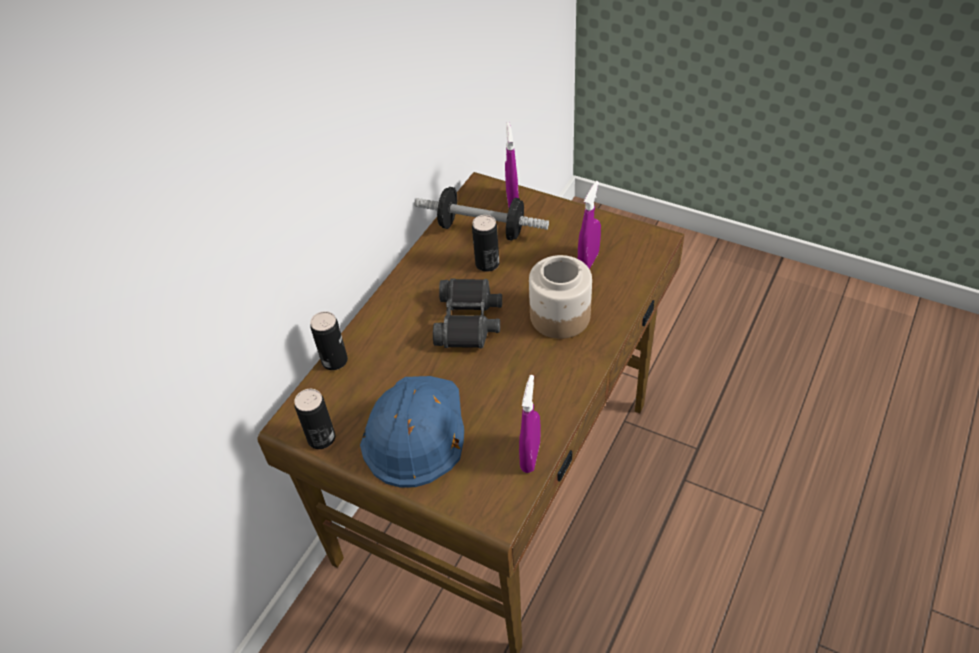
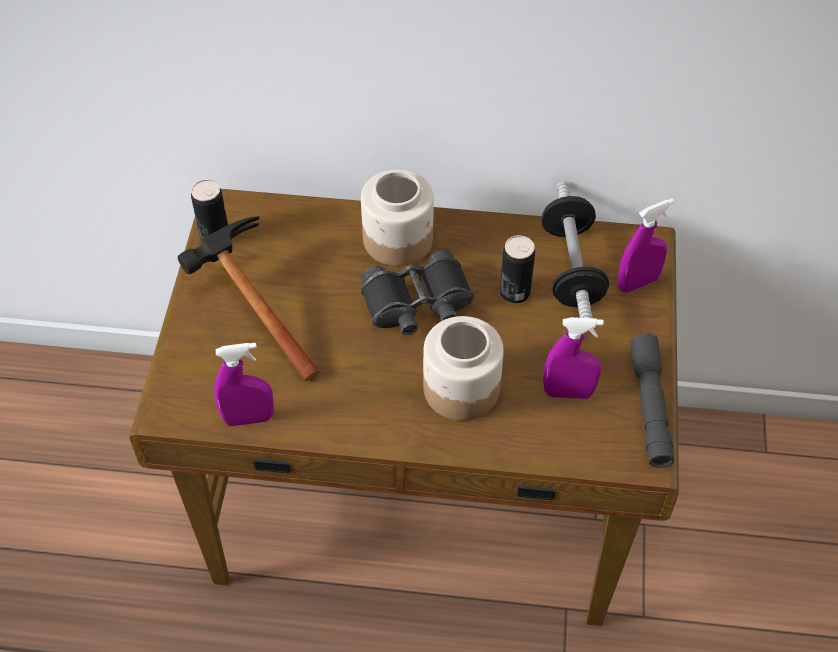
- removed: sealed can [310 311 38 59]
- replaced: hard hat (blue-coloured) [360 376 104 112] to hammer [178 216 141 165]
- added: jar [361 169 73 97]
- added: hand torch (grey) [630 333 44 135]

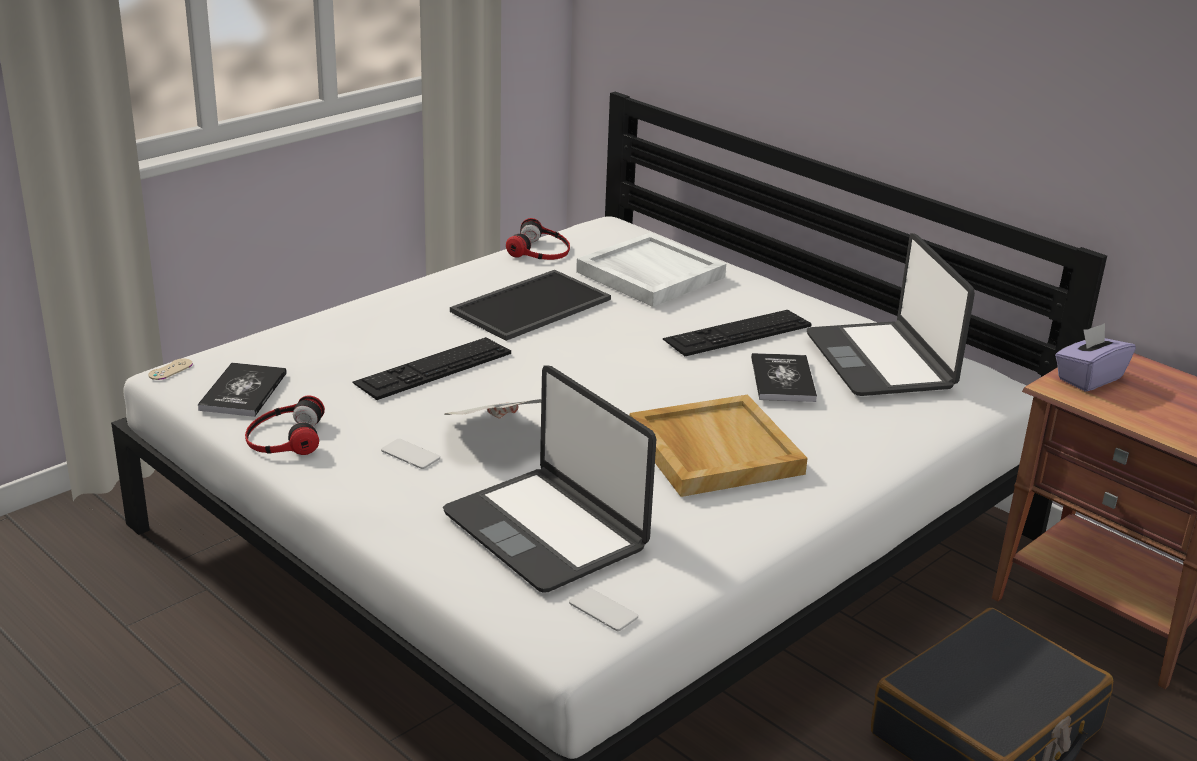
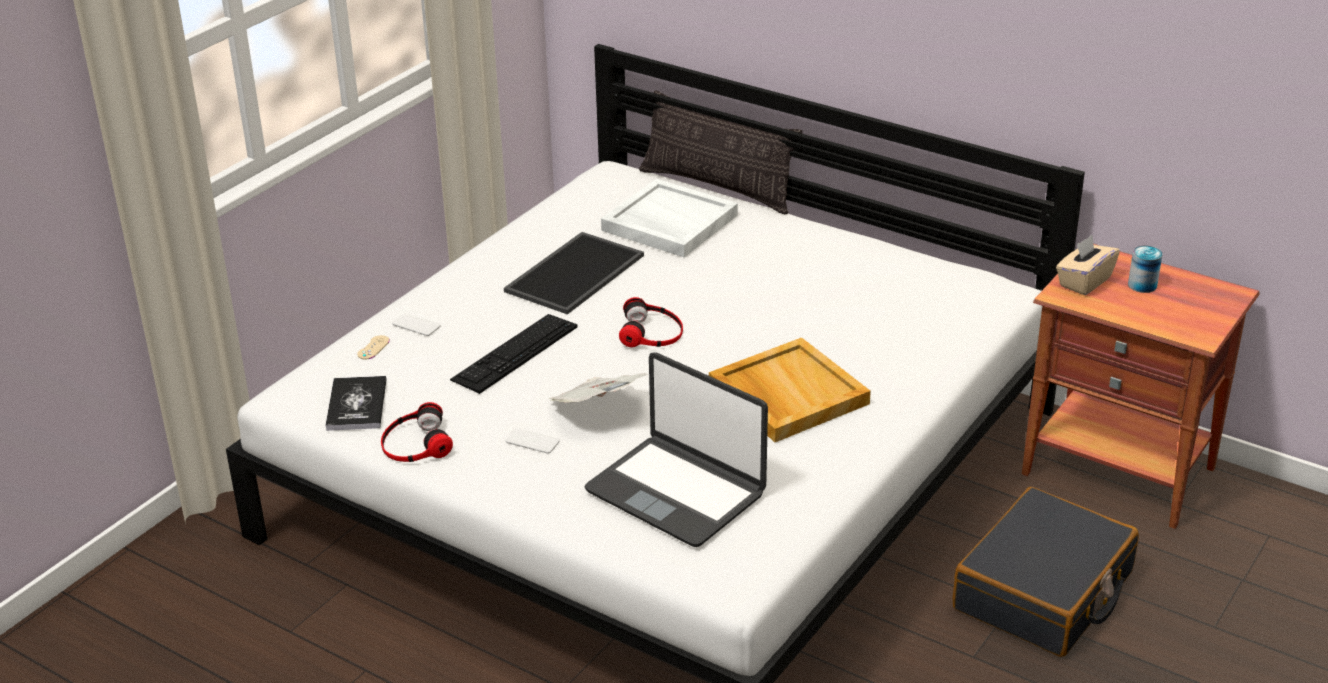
- moved: pair of headphones [506 218 64 42] to [619 297 64 50]
- removed: laptop [807 233 168 163]
- removed: PC keyboard [663 310 149 46]
- recoloured: box of tissues (purplish) [1055 323 81 69] to box of tissues (sand-coloured) [1056 235 64 60]
- removed: volume [751 353 66 49]
- moved: gamepad (sand-coloured) [148 358 45 22] to [357 335 33 25]
- moved: handset [569 588 69 43] to [392 313 49 23]
- added: throw pillow [639 90 163 124]
- added: sealed can [1128 246 34 47]

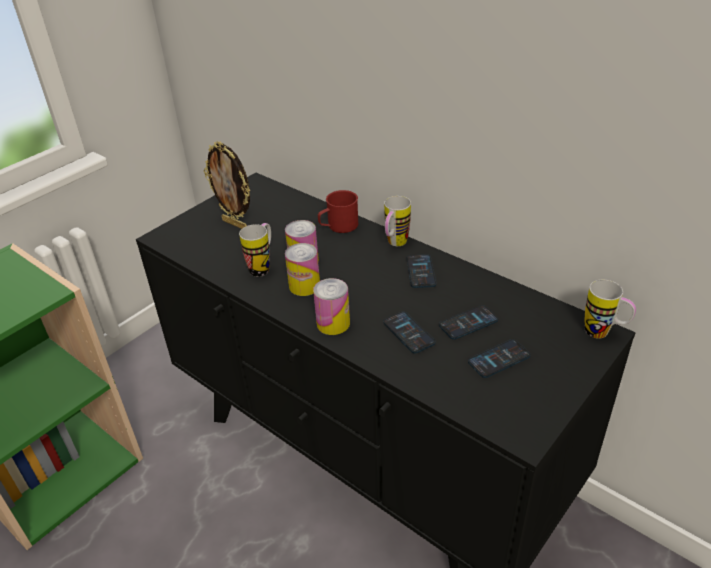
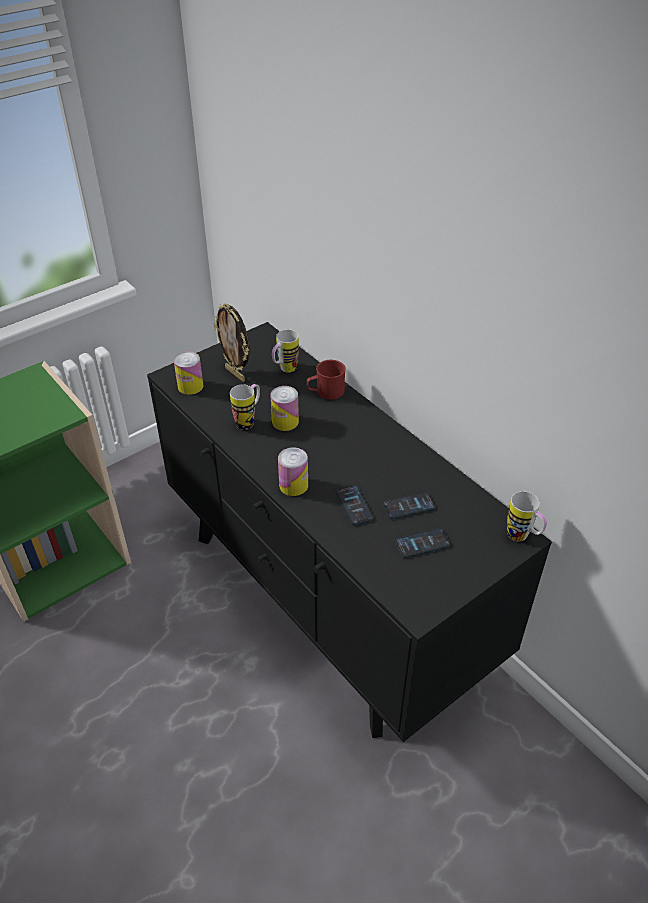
- moved: mug [384 196 27 50] to [272 330 27 42]
- moved: sealed can [285 243 35 53] to [173 351 30 44]
- removed: handset [407 254 29 34]

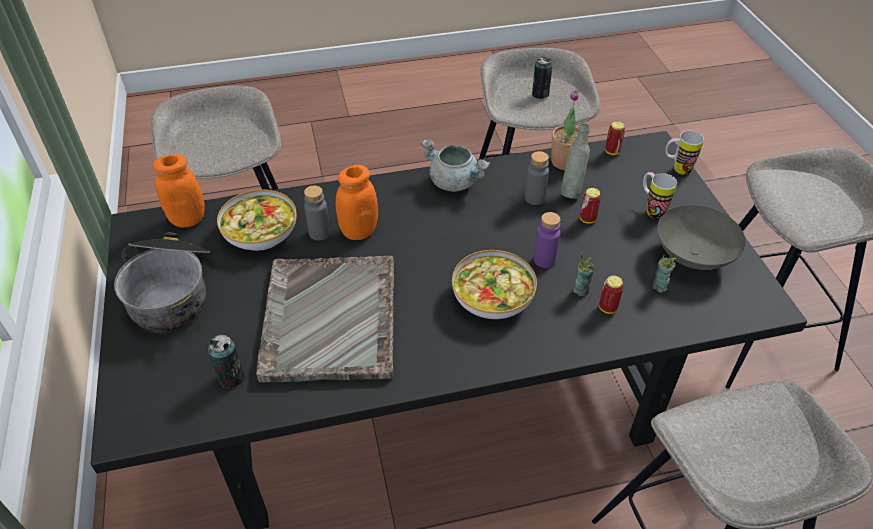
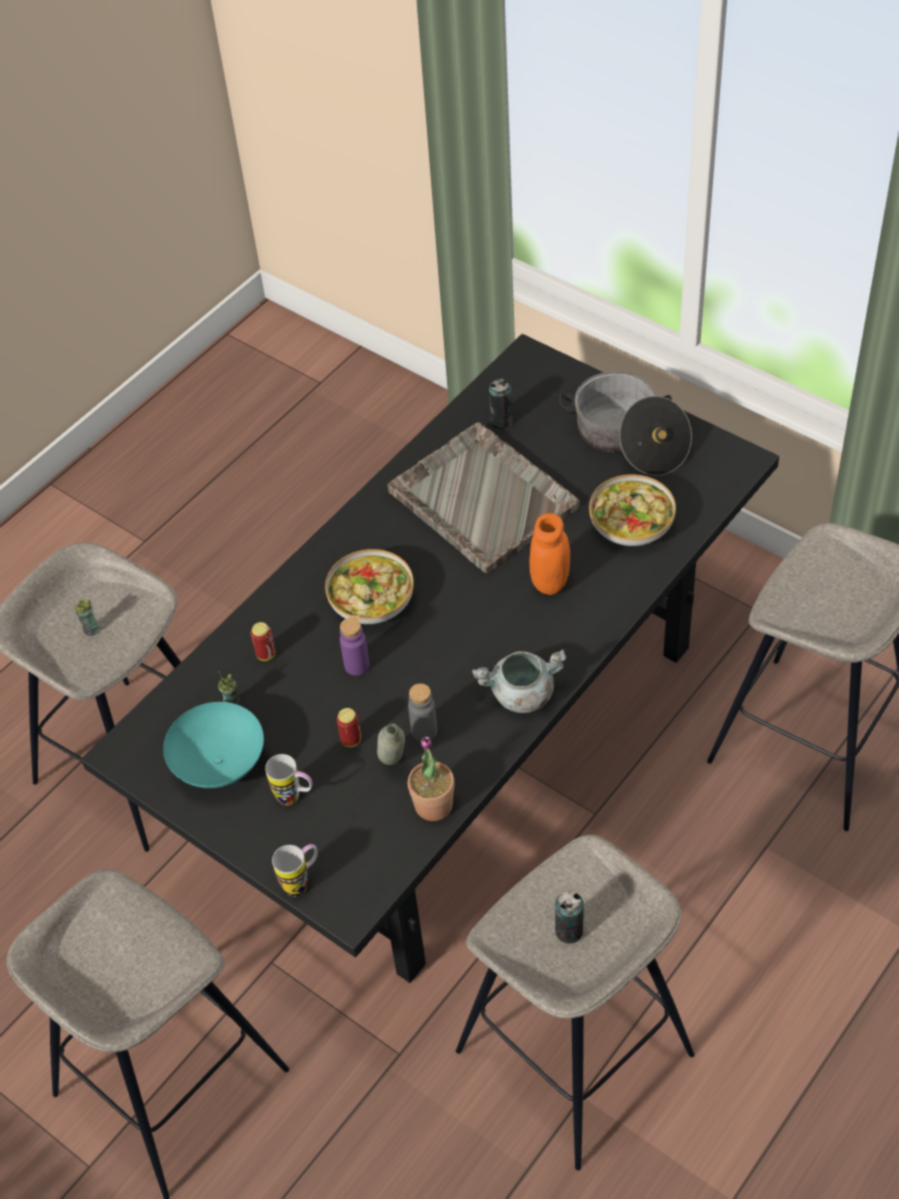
- removed: sealed can [605 121 20 34]
- removed: jar (orange) [153 154 52 74]
- removed: drink bottle (grey) [304 185 26 56]
- recoloured: deep dish (grey) [657 205 89 65] to deep dish (turquoise) [163 702 101 86]
- moved: cup [573 253 21 43] to [74 597 25 39]

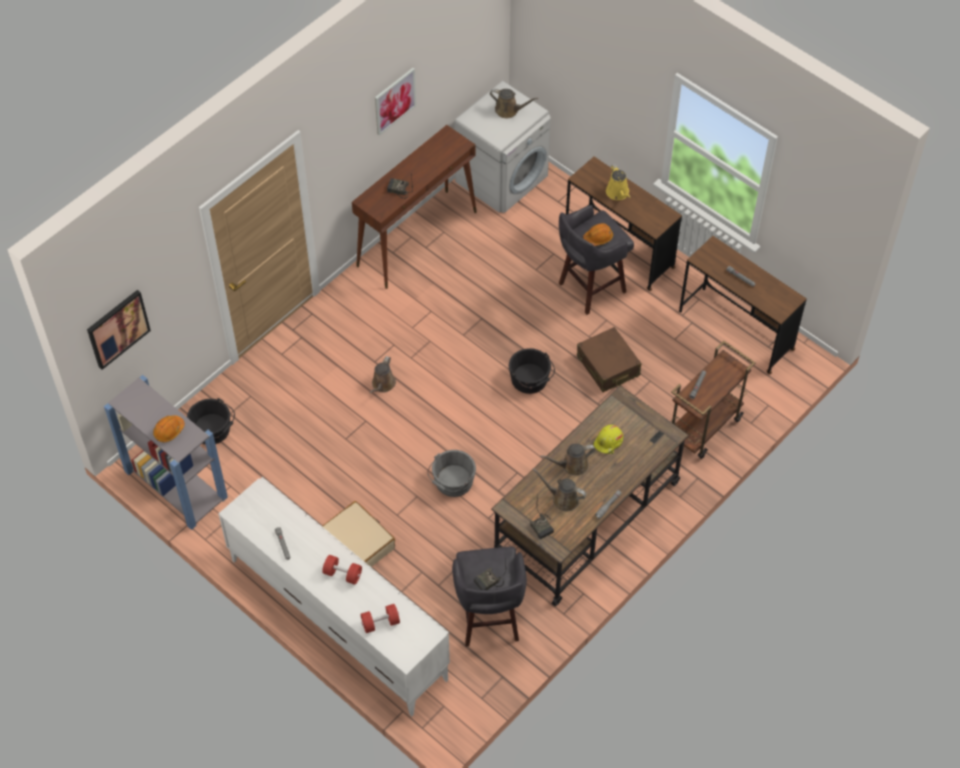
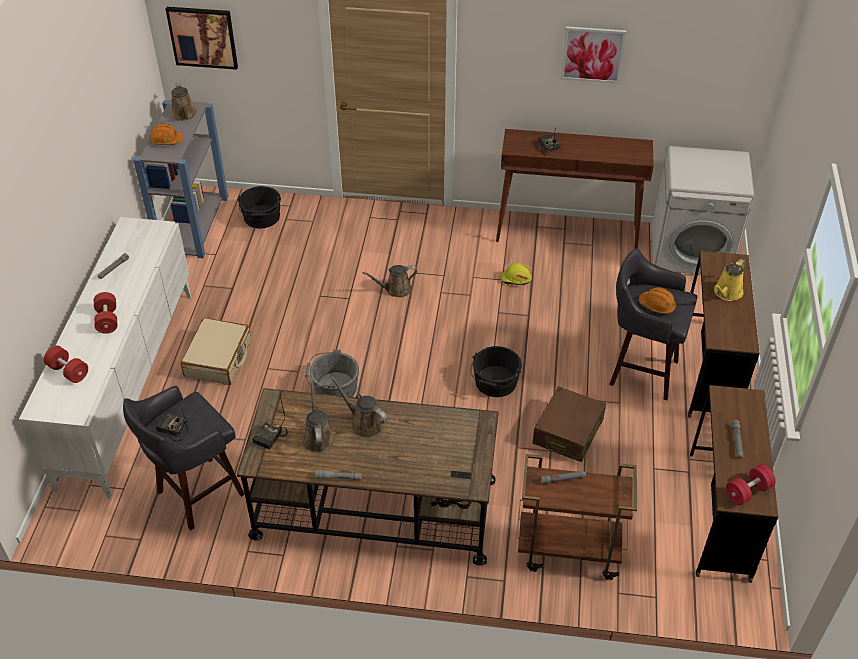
- moved: watering pot (brown-coloured) [490 89 48 29] to [171 83 26 38]
- moved: hard hat (yellow-coloured) [593 425 31 29] to [500 263 32 23]
- added: hand weight (red) [726 464 50 41]

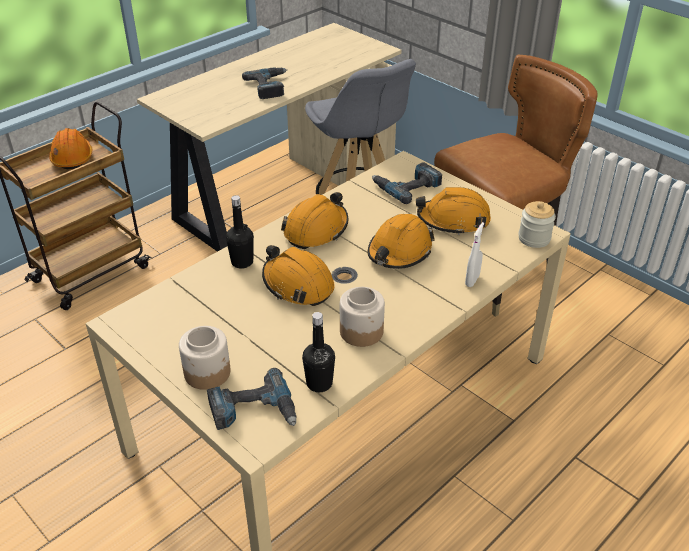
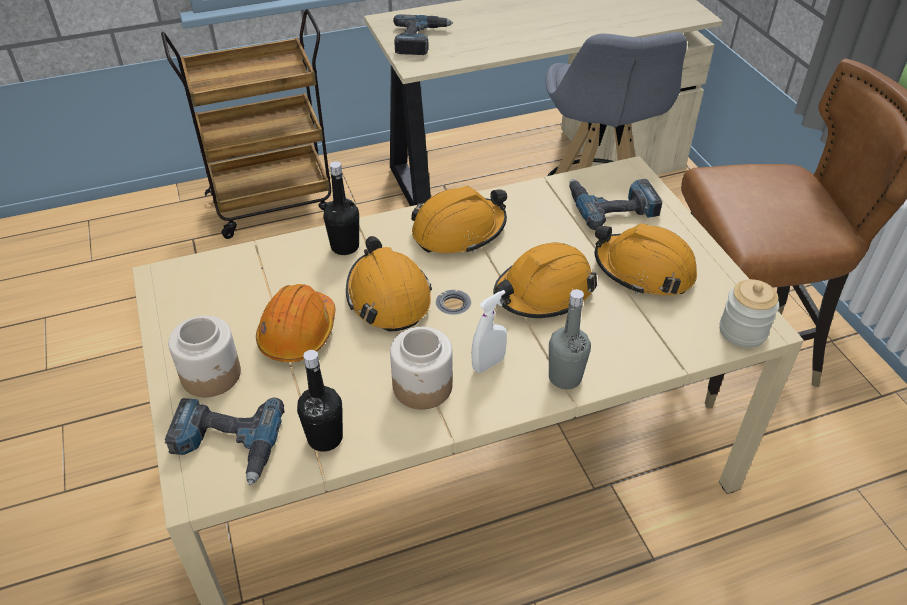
- moved: drill [242 67 45 32] to [393 14 60 41]
- moved: hard hat (orange) [49 128 43 41] to [256 284 80 78]
- moved: spray bottle (whitish) [465 222 19 65] to [471 290 36 83]
- added: drink bottle (grey) [549 289 42 100]

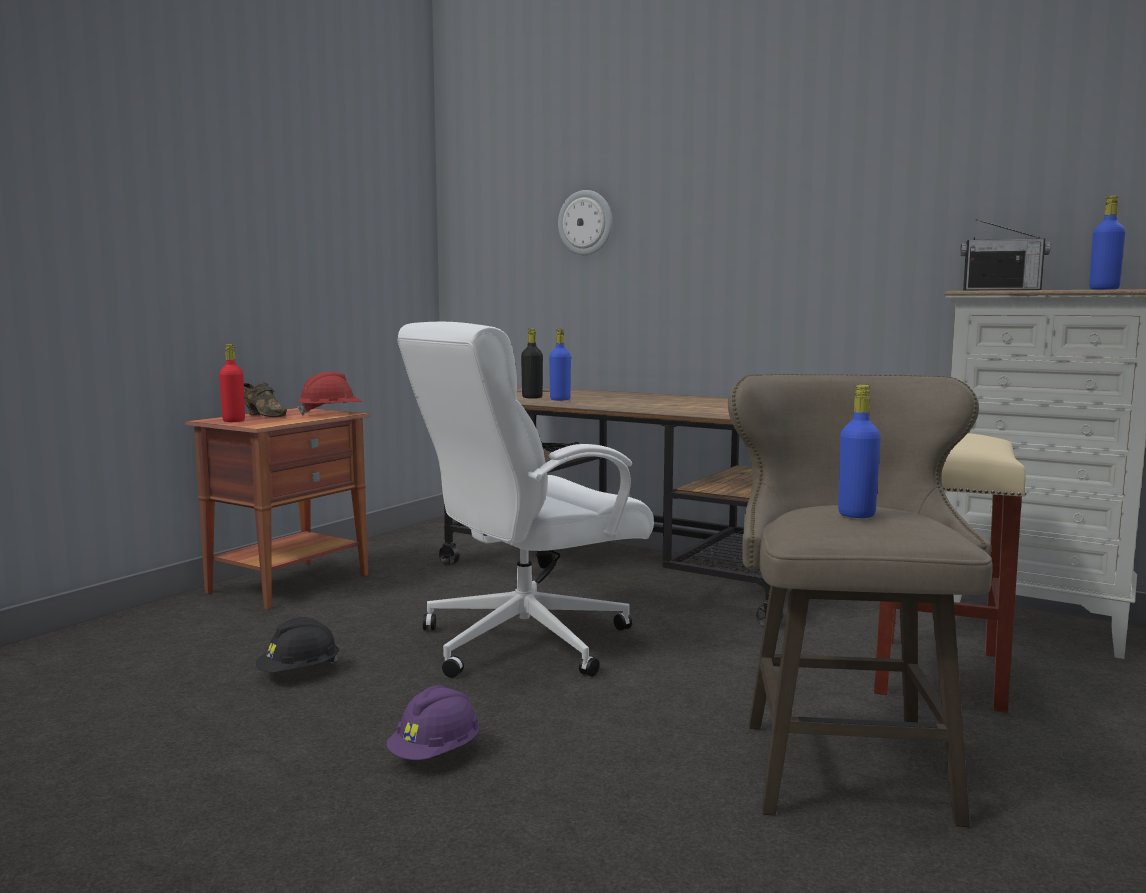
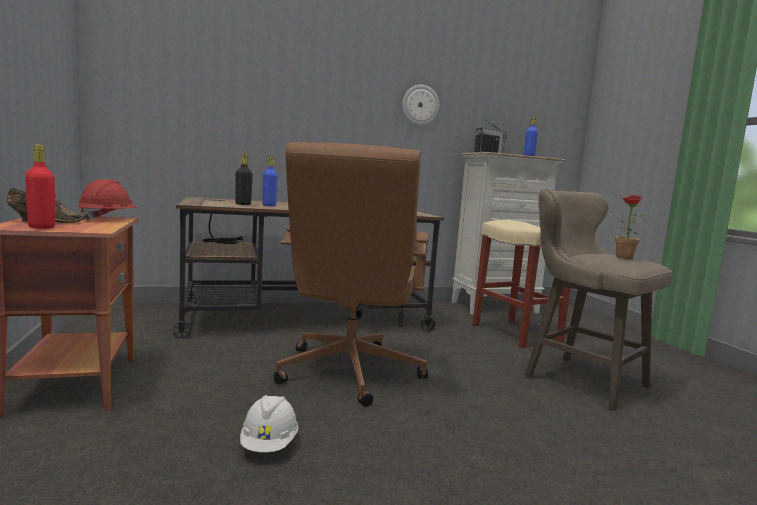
- moved: clock on the wall [558 190 54 65] to [402 85 37 41]
- recoloured: computer chair (whitish) [397 322 257 356] to computer chair (brown-coloured) [273 142 156 265]
- replaced: drink bottle (blue-coloured) [838 385 43 133] to houseplant [608 195 39 64]
- recoloured: hard hat (blackish) [256 617 83 55] to hard hat (whitish) [240 395 58 57]
- removed: hard hat (purplish) [386 685 94 75]

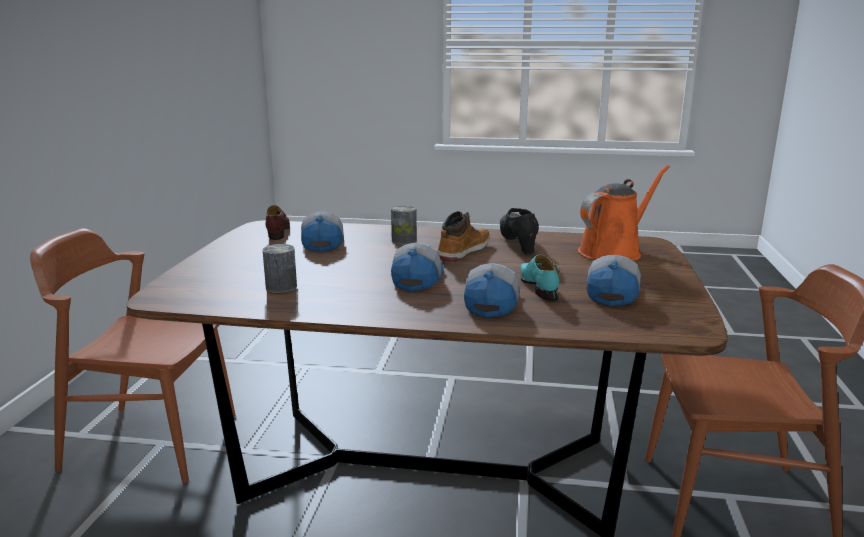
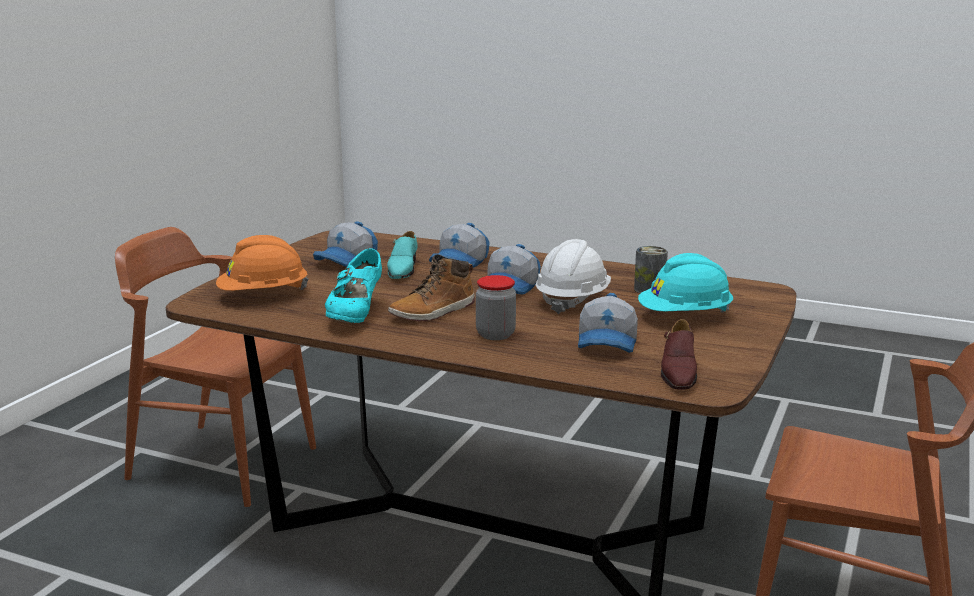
- replaced: watering pot (orange) [578 165 92 96] to hard hat (orange) [216 235 92 56]
- replaced: sealed can [391 205 26 40] to jar [476 275 40 65]
- recoloured: shoe (blackish) [500 208 39 47] to shoe (turquoise) [325 248 57 75]
- added: hard hat (whitish) [536 239 75 75]
- added: hard hat (turquoise) [638 253 95 60]

